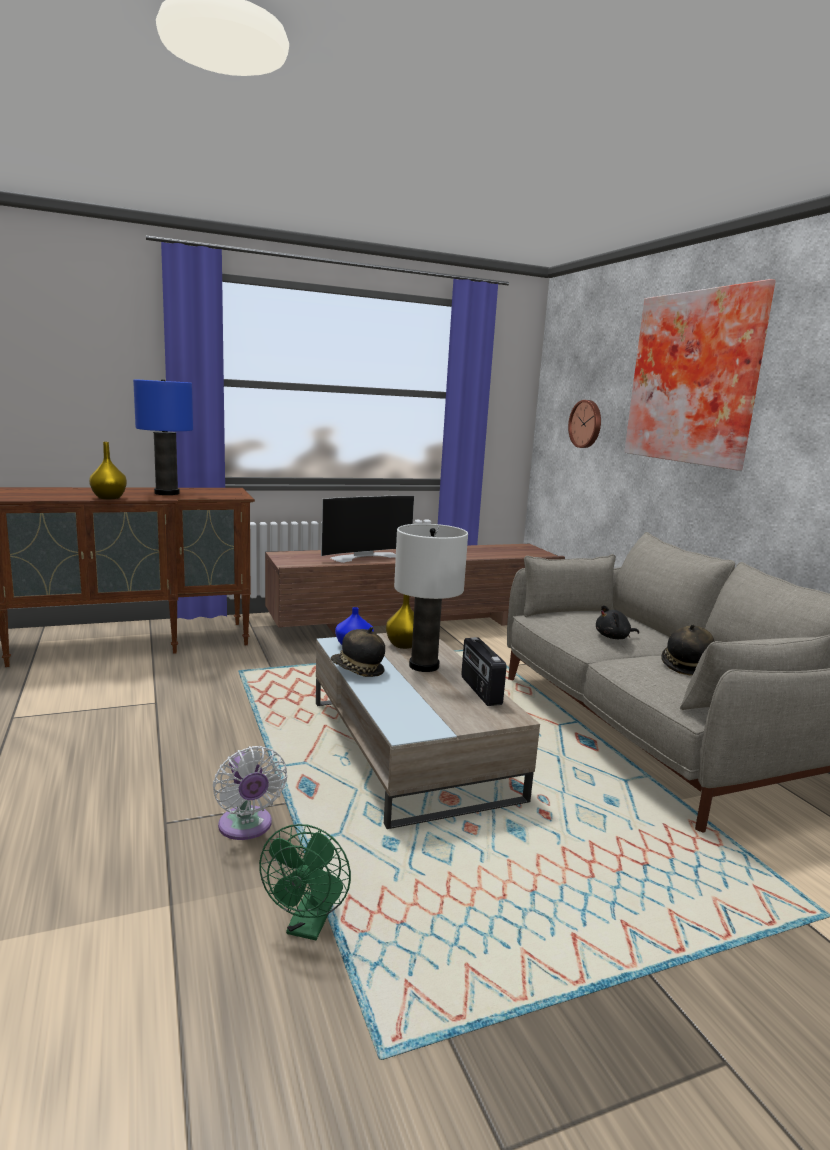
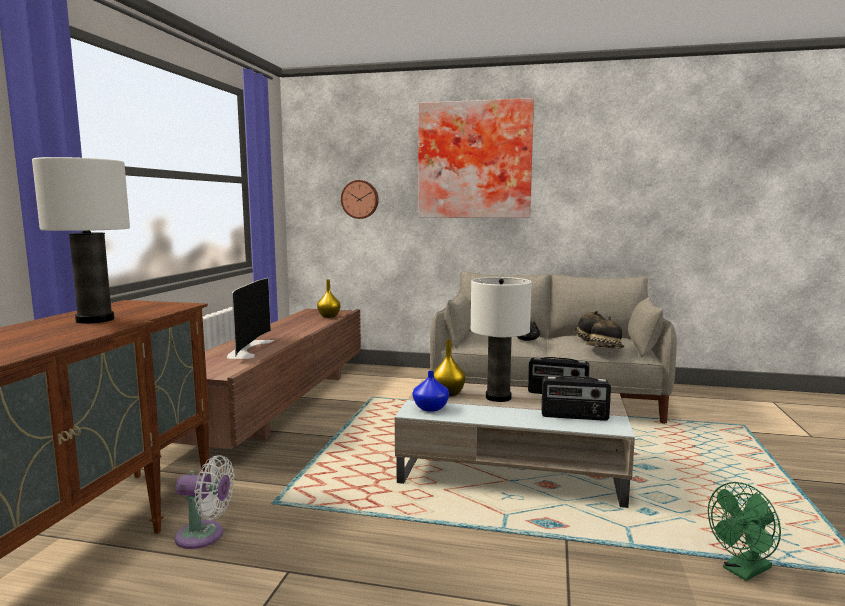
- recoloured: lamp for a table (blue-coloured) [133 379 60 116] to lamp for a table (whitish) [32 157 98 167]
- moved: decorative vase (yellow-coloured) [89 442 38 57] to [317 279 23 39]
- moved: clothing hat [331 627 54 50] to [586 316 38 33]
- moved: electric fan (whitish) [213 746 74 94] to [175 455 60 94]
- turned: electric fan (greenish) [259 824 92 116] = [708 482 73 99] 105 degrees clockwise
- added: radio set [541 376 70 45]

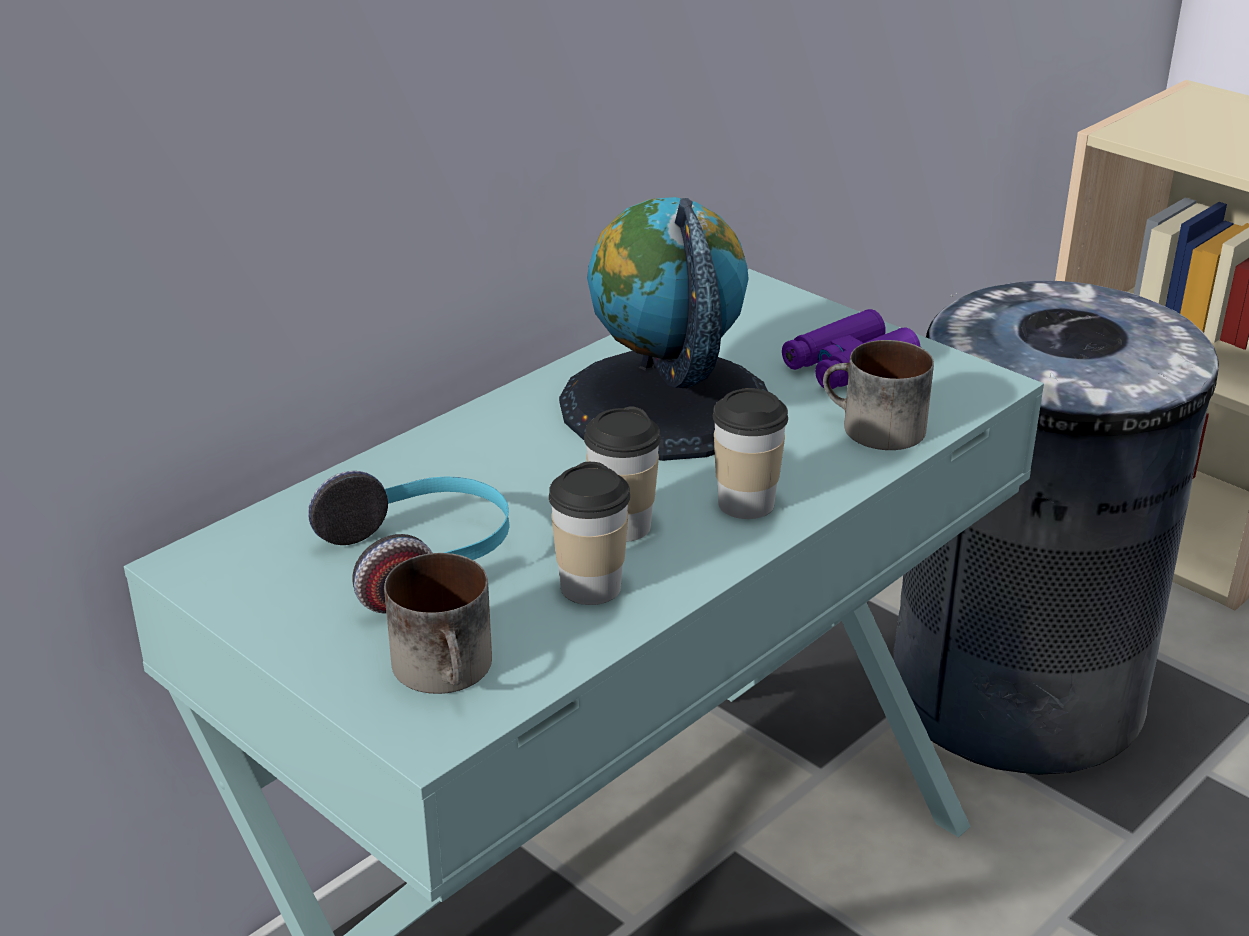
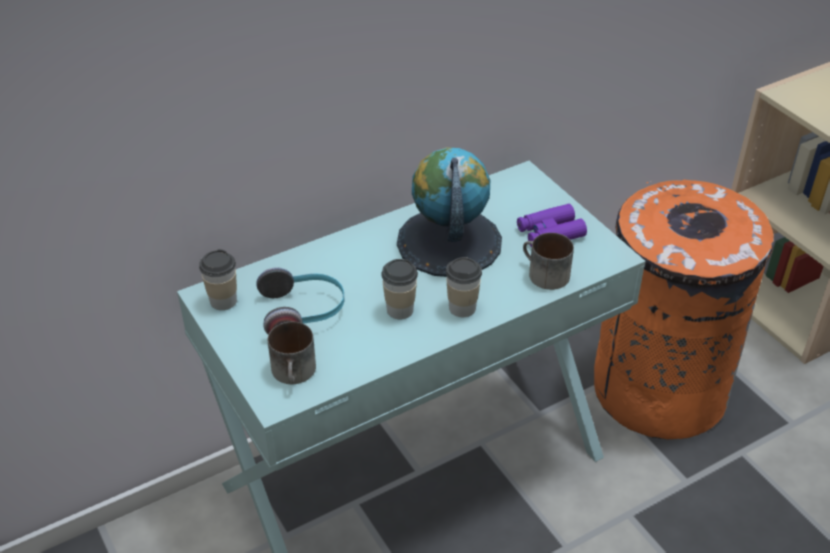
- recoloured: rubbish bin (grey) [893 280 326 495] to rubbish bin (orange) [594 180 180 259]
- moved: cup [549 462 81 143] to [199 249 38 61]

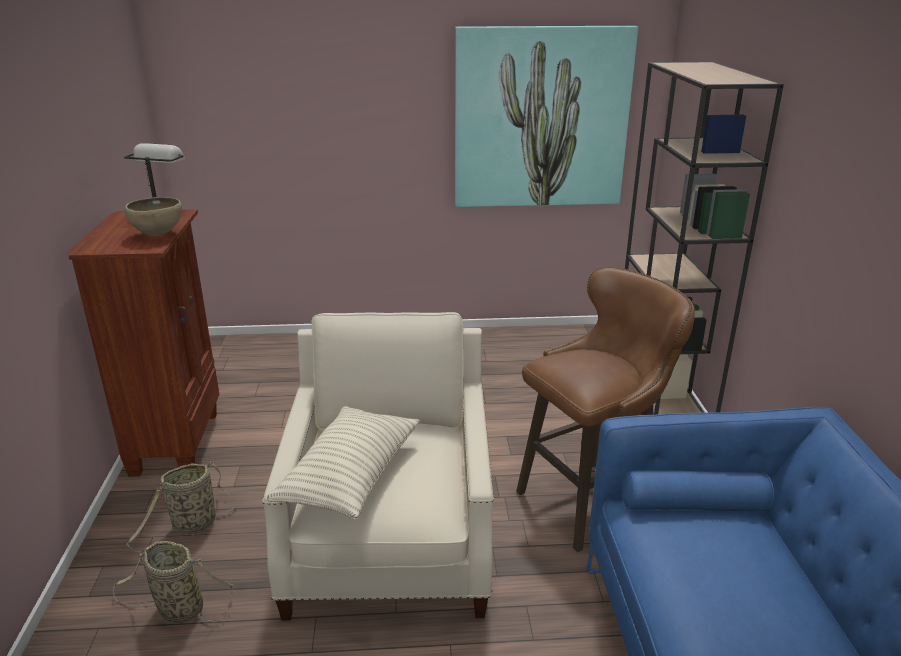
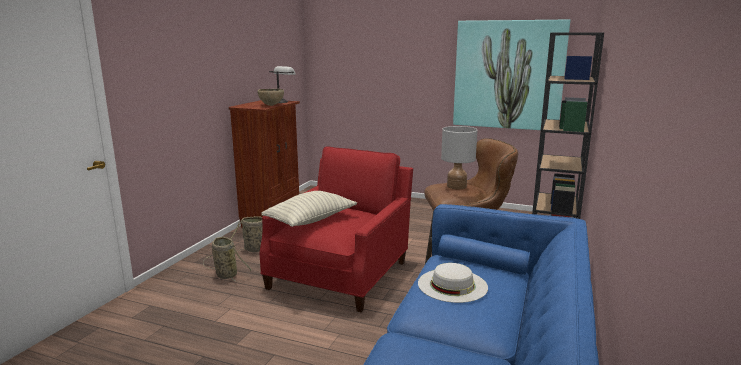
- recoloured: lounge chair (sand-coloured) [263 312 231 308] to lounge chair (red) [259 146 154 166]
- added: lamp for a table (grey) [441 126 37 63]
- added: clothing hat (whitish) [418 263 70 40]

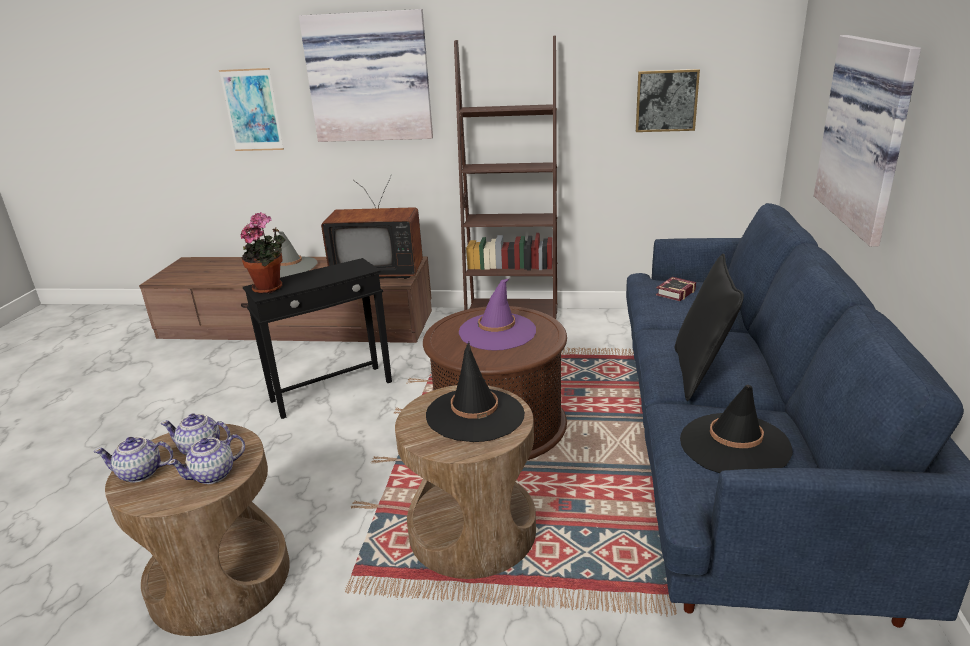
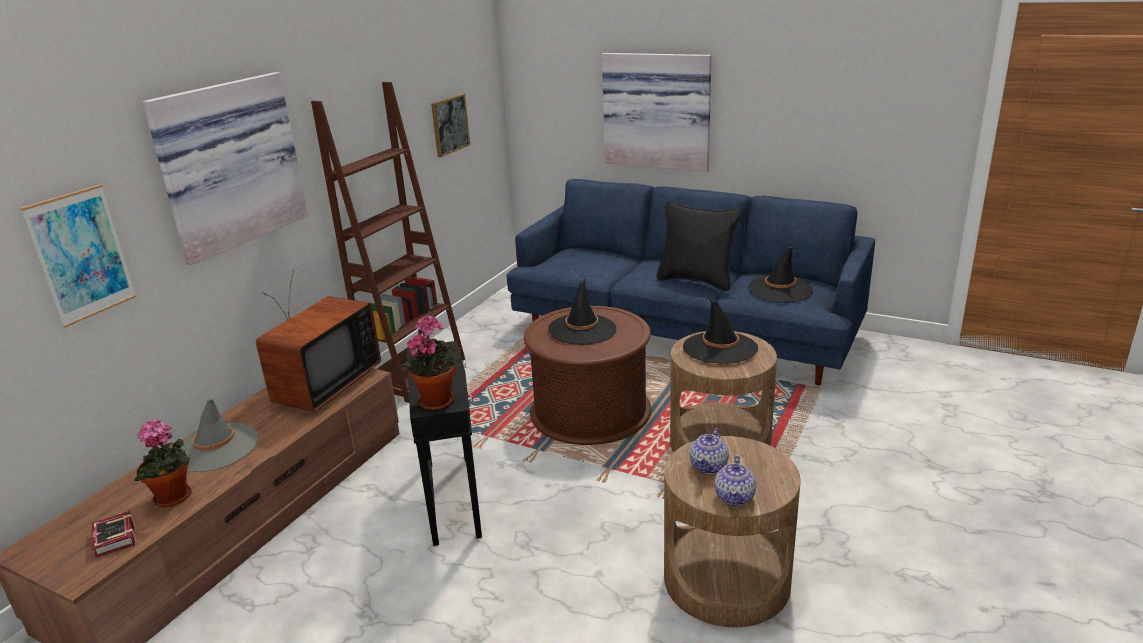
- moved: volume [656 277 40 24] to [92 511 44 47]
- recoloured: clothing hat (purplish) [459 278 77 72] to clothing hat (blackish) [548 278 68 66]
- removed: teapot [168 434 77 50]
- added: houseplant [134 419 57 88]

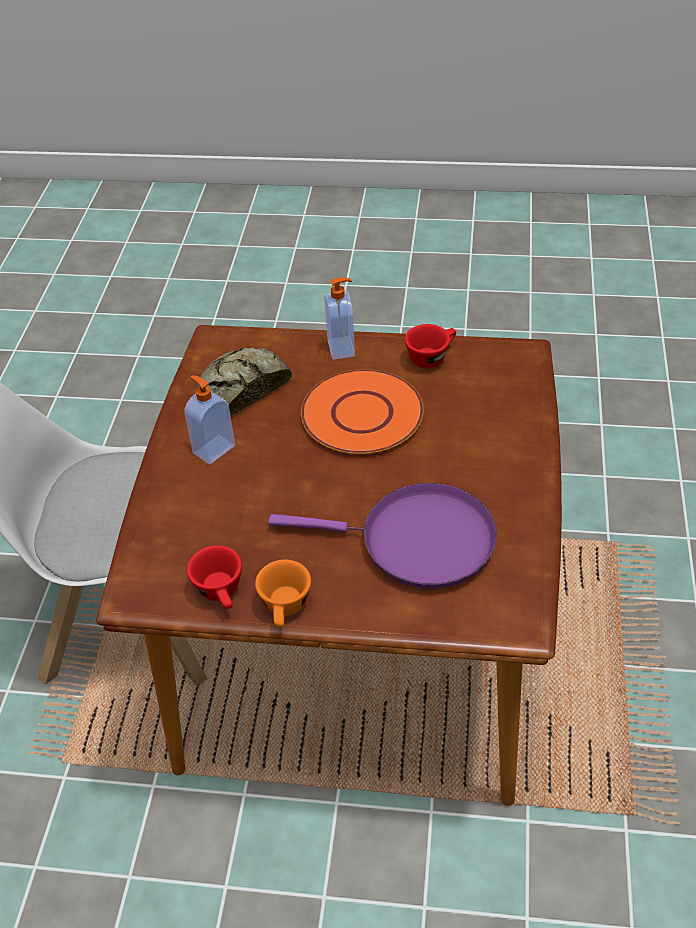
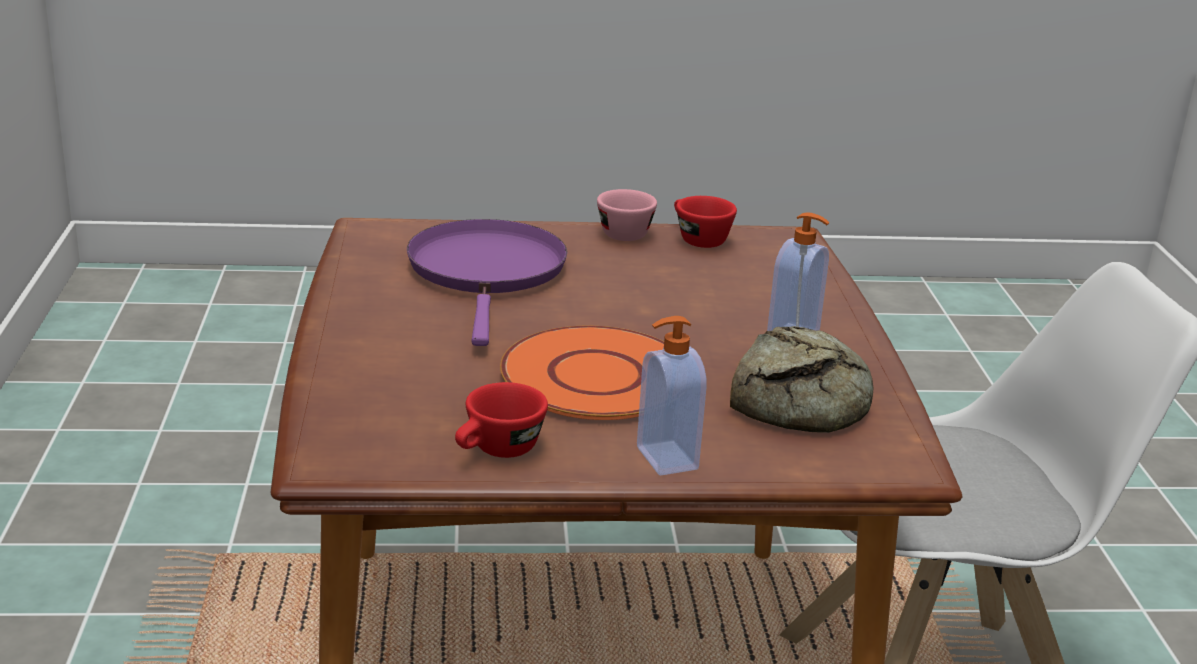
- turned: frying pan (purplish) [268 483 229 106] = [407 219 160 127] 90 degrees clockwise
- recoloured: cup (orange) [255 560 56 67] to cup (pink) [597 189 60 52]

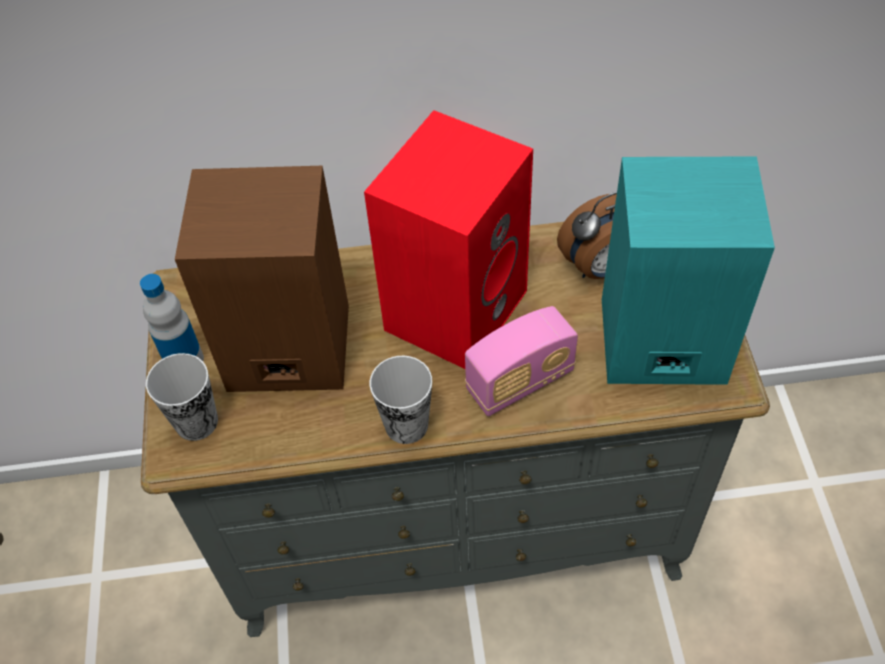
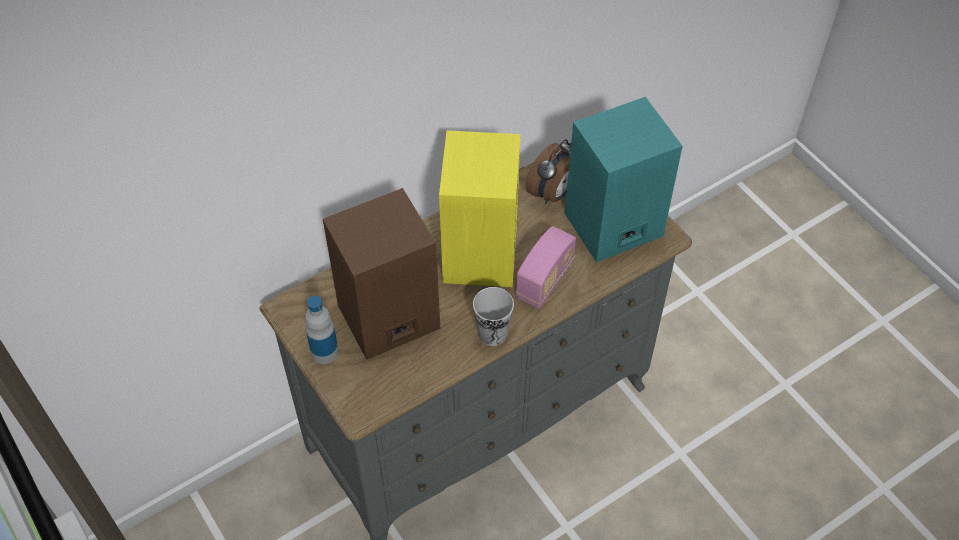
- recoloured: loudspeaker (red) [364 110 169 259] to loudspeaker (yellow-coloured) [439 130 82 157]
- removed: cup [146 353 72 88]

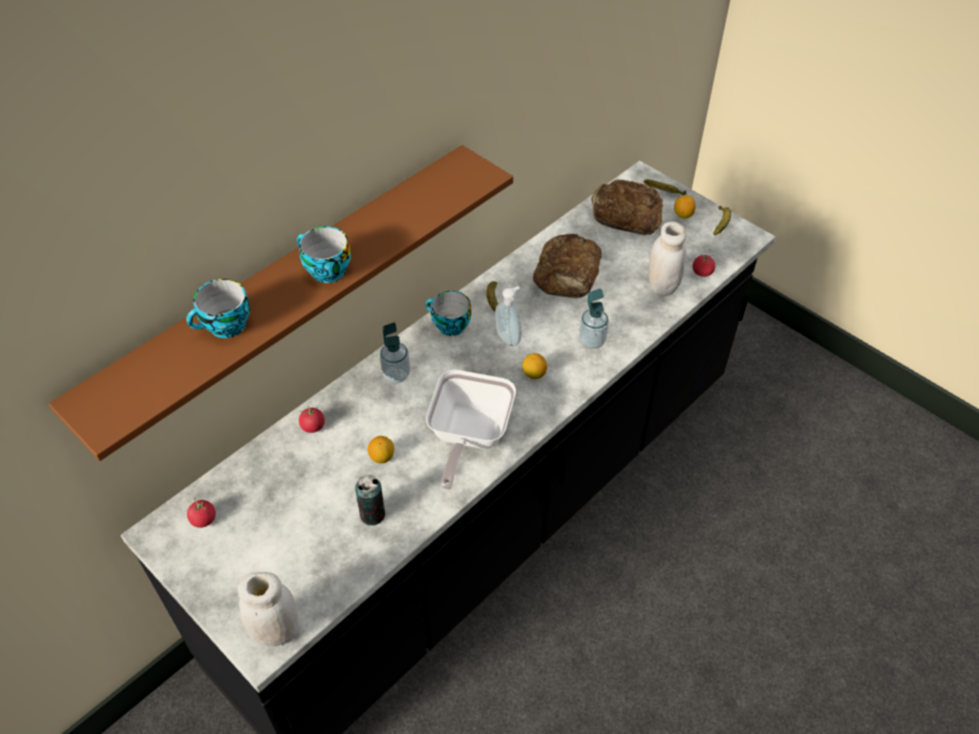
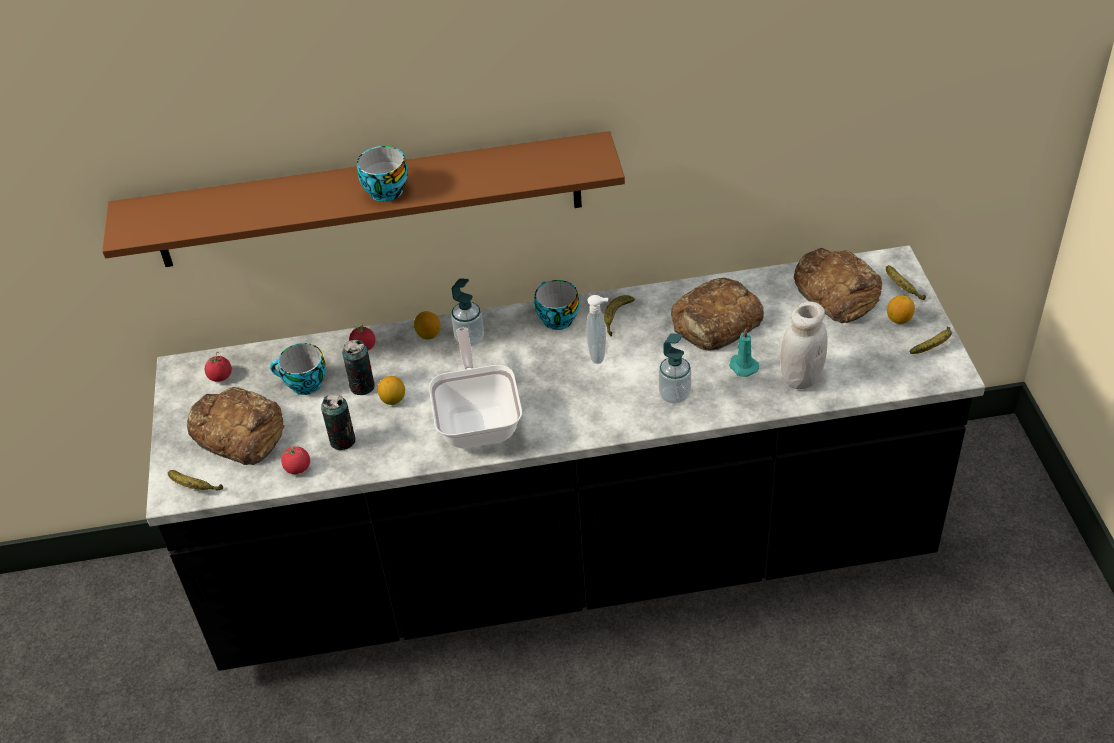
- moved: tomato [693 255 22 22] to [281 445 29 29]
- moved: cup [186 279 64 59] to [270 343 56 52]
- moved: lemon [522 353 25 26] to [414 311 26 28]
- turned: frying pan [426 370 90 120] = [429 327 93 121] 120 degrees clockwise
- replaced: jar (whitish) [238 572 61 74] to banana [168 470 55 21]
- added: wax candle (turquoise) [729 328 30 49]
- added: sealed can [342 340 33 55]
- added: bread [187 387 98 78]

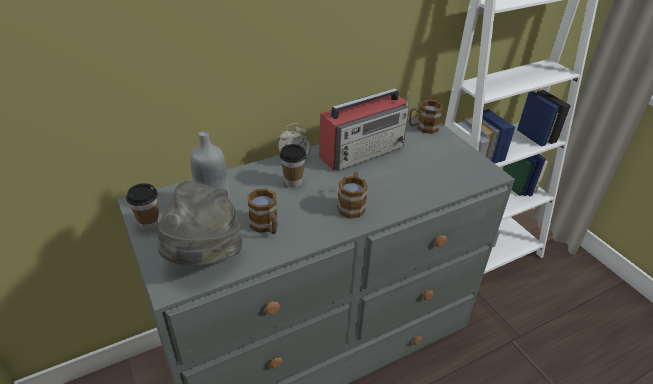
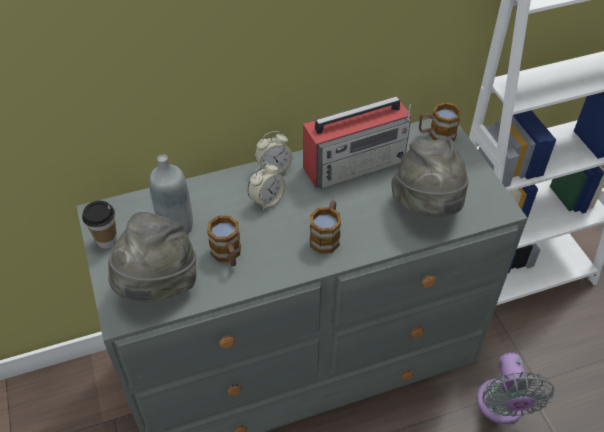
- replaced: cup [279 144 28 44] to alarm clock [247 162 39 49]
- added: clothing hat (grey) [392 139 77 78]
- added: electric fan (grey) [476 353 78 71]

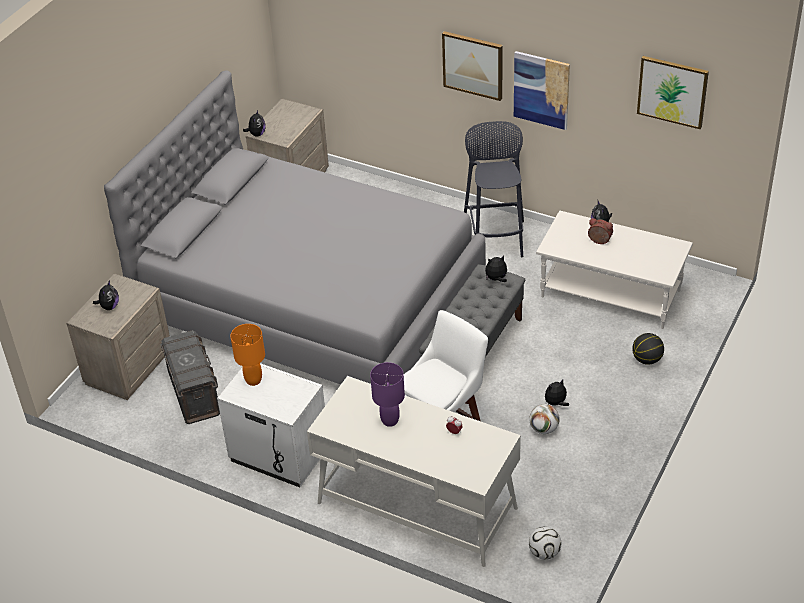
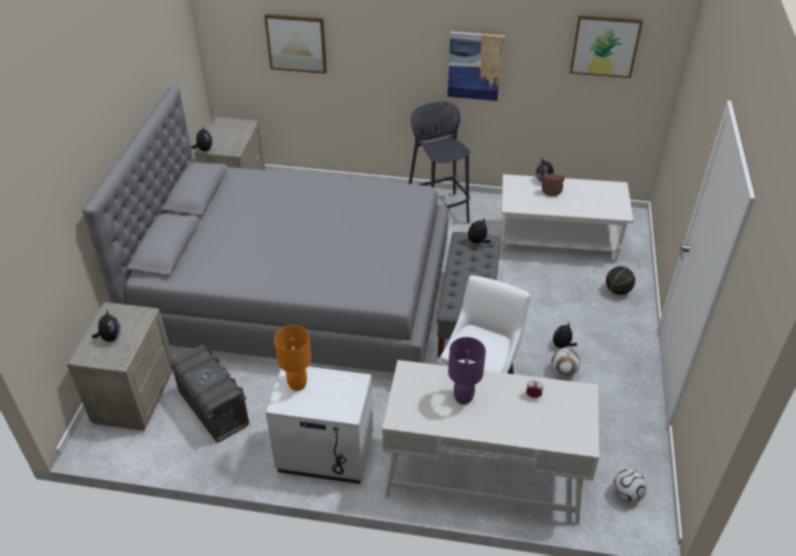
- moved: wall art [442 31 61 70] to [264 14 63 60]

